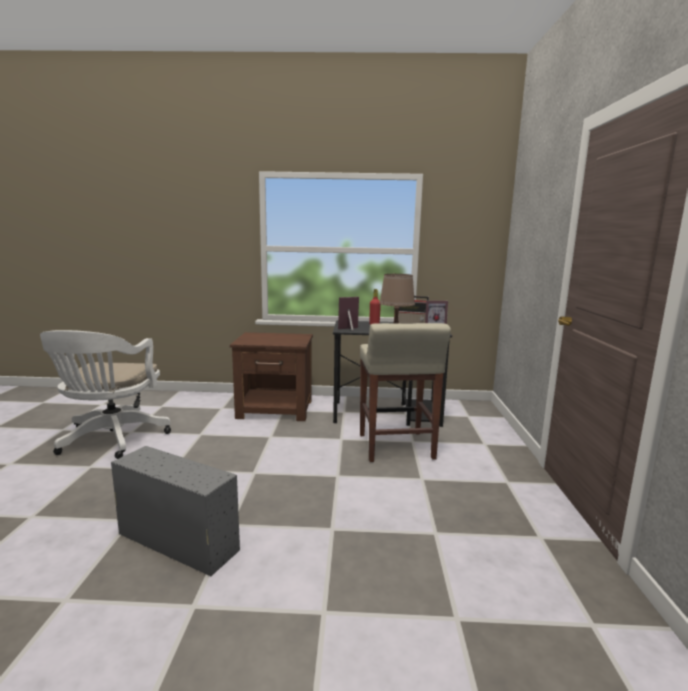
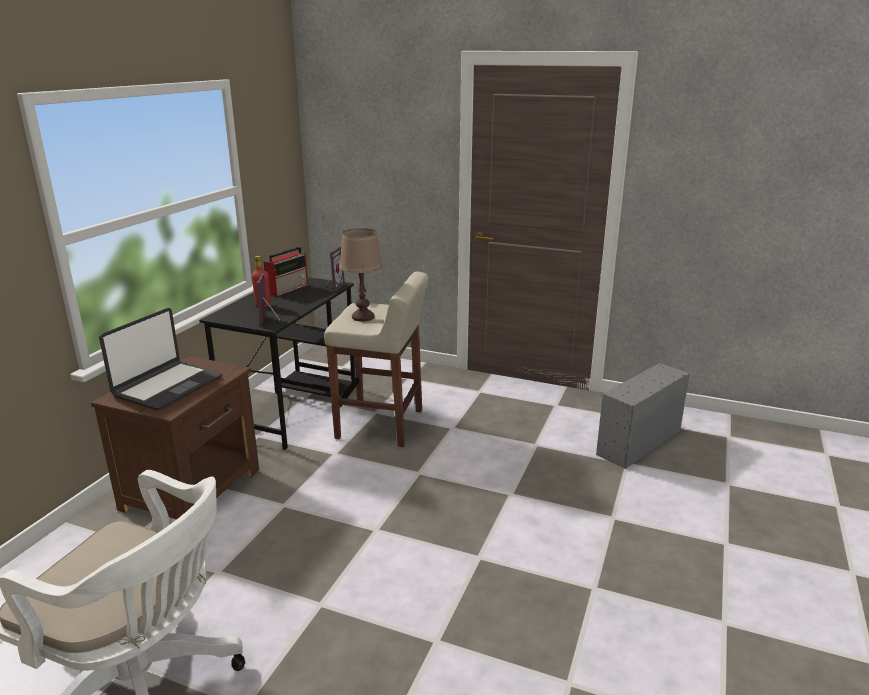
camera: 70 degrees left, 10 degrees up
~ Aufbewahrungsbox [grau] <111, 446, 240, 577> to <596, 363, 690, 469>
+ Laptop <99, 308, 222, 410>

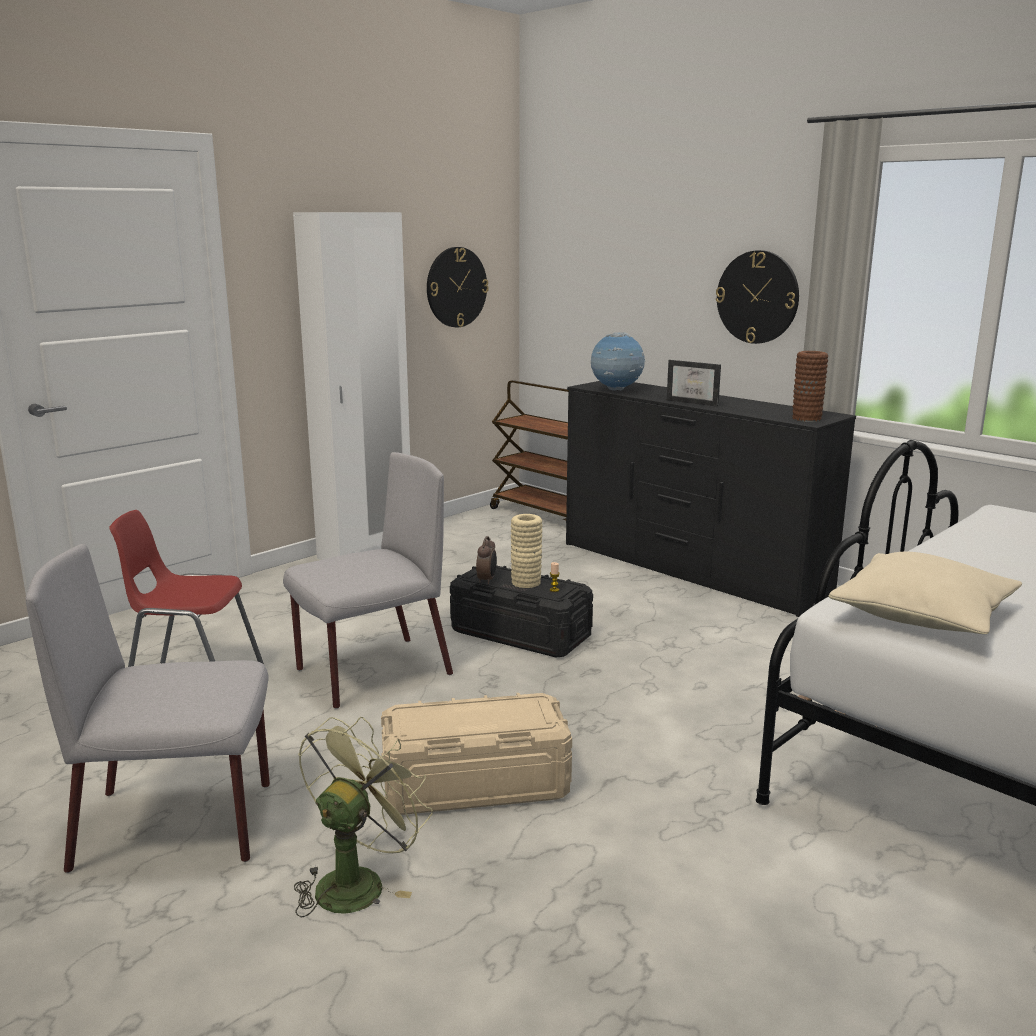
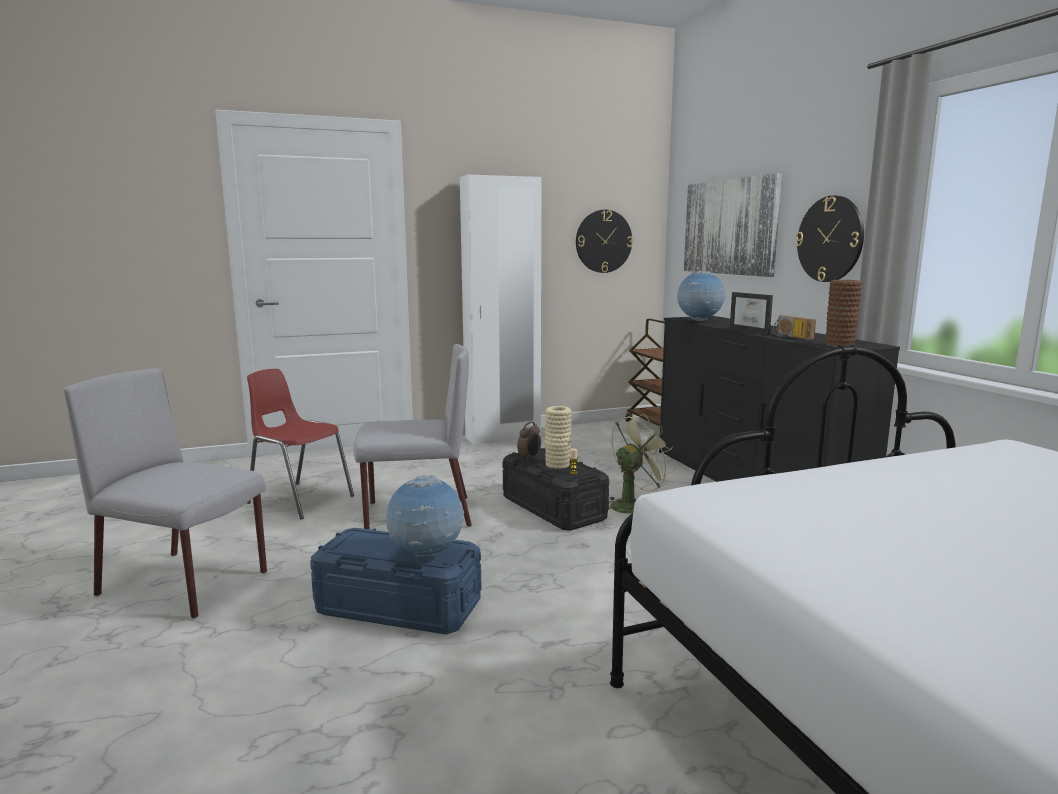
camera: 25 degrees right, 5 degrees down
~ Ventilator [grün] <294, 717, 433, 917> to <608, 414, 675, 513>
~ Aufbewahrungsbox [beige] <381, 693, 572, 815> to Aufbewahrungsbox [blau] <310, 528, 481, 634>
- Kissen [beige] <829, 552, 1022, 634>
+ Globus <386, 475, 464, 557>
+ Bild <684, 173, 782, 277>
+ Radio <773, 315, 816, 340>

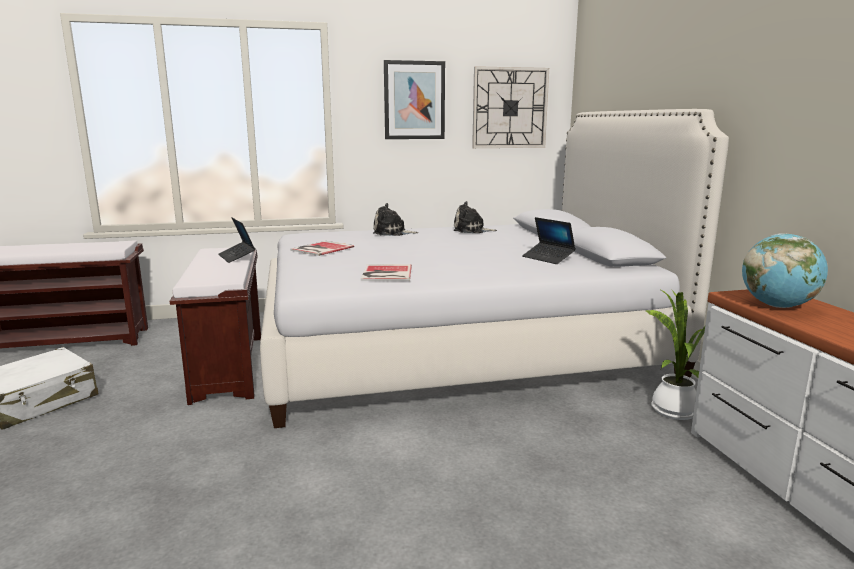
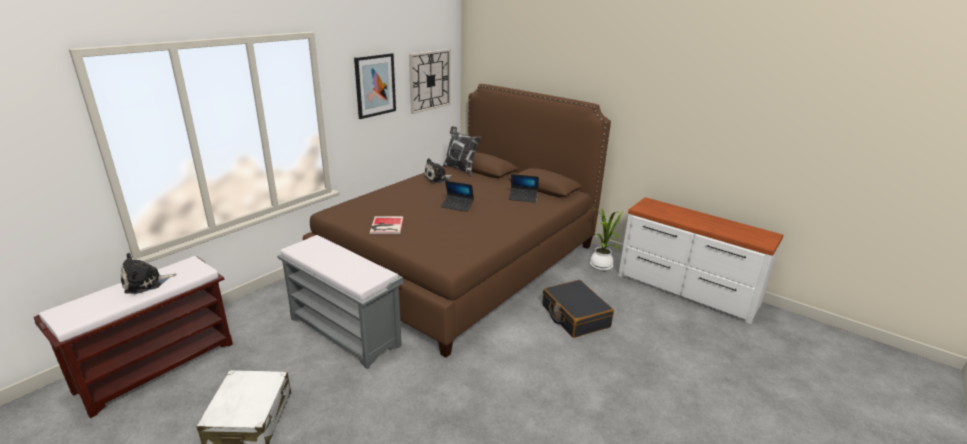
camera: 40 degrees left, 10 degrees up
~ Bank [braun] <170, 248, 261, 405> to Bank [grau] <277, 235, 403, 369>
~ Laptop <218, 217, 256, 263> to <441, 181, 474, 212>
~ Bett [weiß] <260, 109, 729, 428> to Bett [braun] <303, 84, 611, 358>
- Buch <361, 264, 412, 281>
~ Plüschtier <373, 203, 418, 236> to <121, 253, 176, 294>
- Globus <742, 233, 828, 308>
+ Kissen <443, 126, 481, 176>
+ Koffer [schwarz] <543, 280, 614, 338>

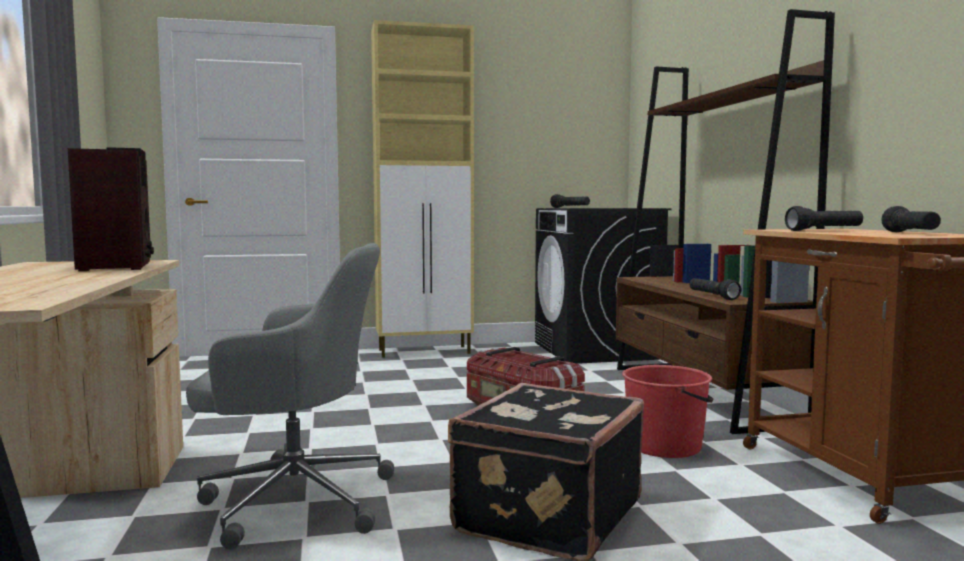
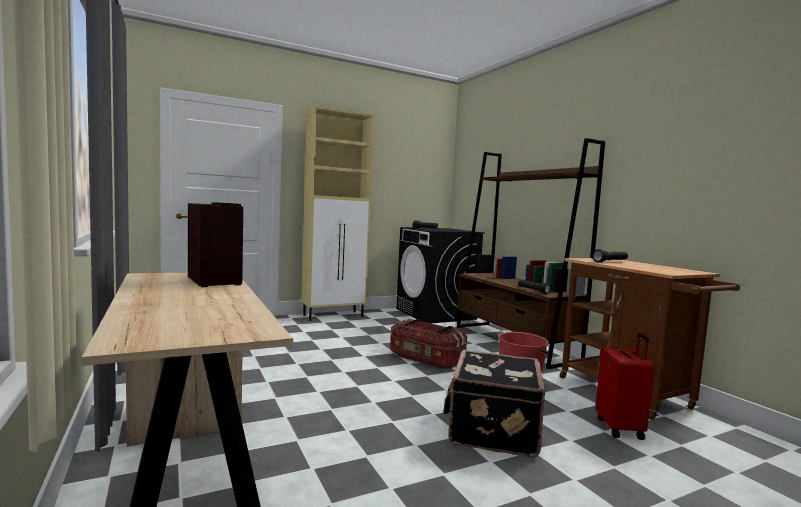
camera: 15 degrees left, 0 degrees up
- Bürostuhl [grau] <186, 243, 394, 549>
- Taschenlampe [schwarz] <881, 206, 941, 232>
+ Koffer [rot] <595, 333, 654, 440>

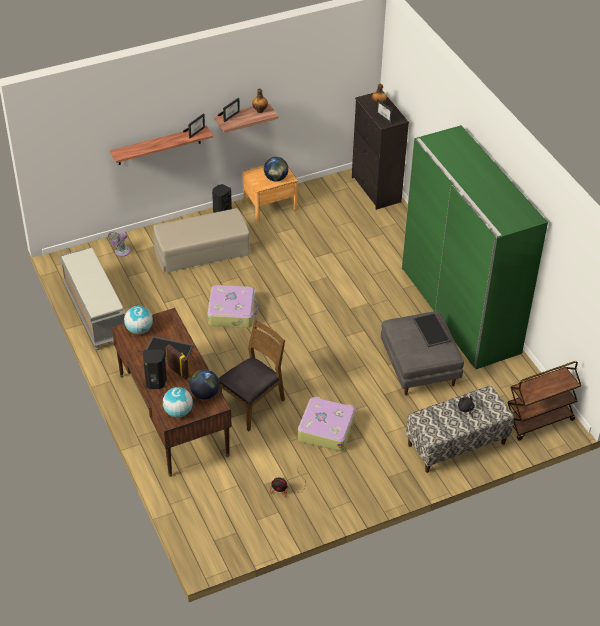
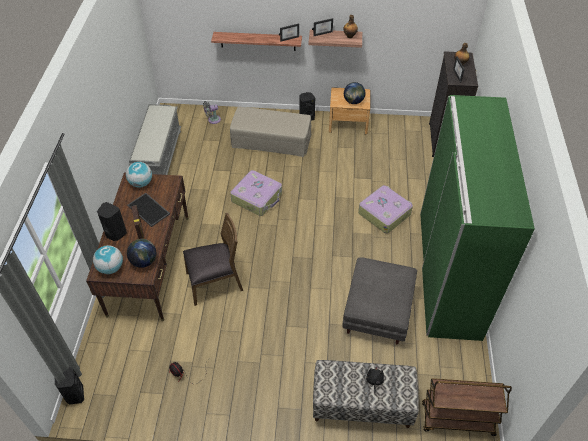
camera: 30 degrees right, 5 degrees up
~ Koffer <298, 397, 356, 451> to <358, 185, 413, 233>
- Tablett <413, 313, 451, 347>
+ Lautsprecher [schwarz] <55, 367, 84, 404>

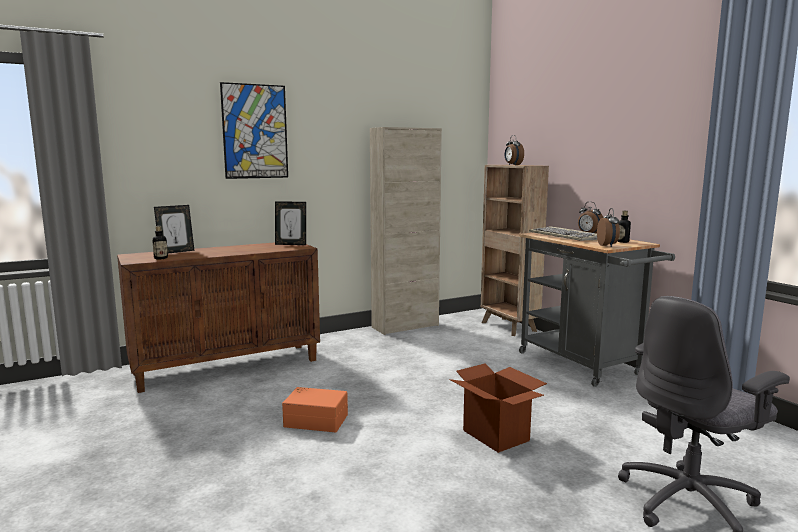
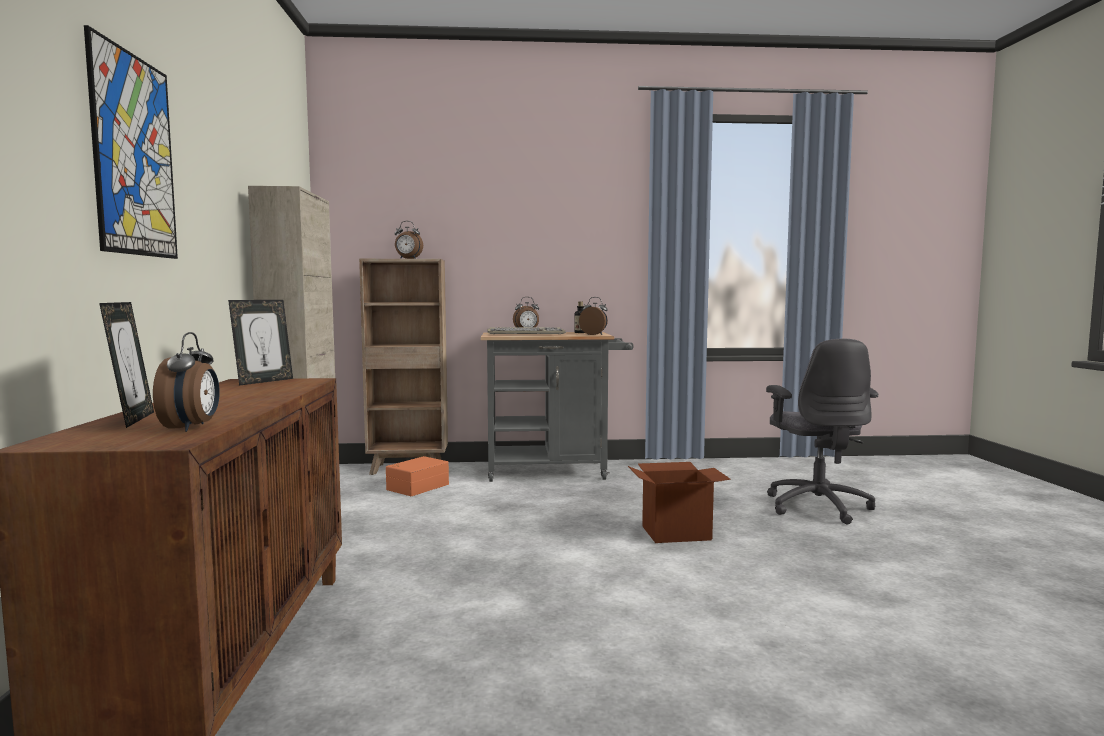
camera: 65 degrees left, 5 degrees down
~ Flasche <152, 226, 168, 259> to Wecker <153, 332, 220, 432>
~ Aufbewahrungsbox [orange] <282, 387, 348, 432> to <386, 456, 449, 496>

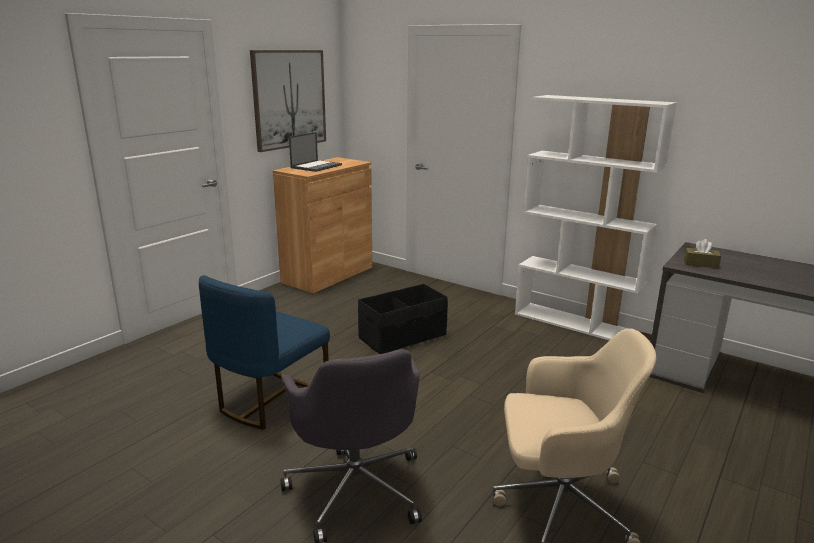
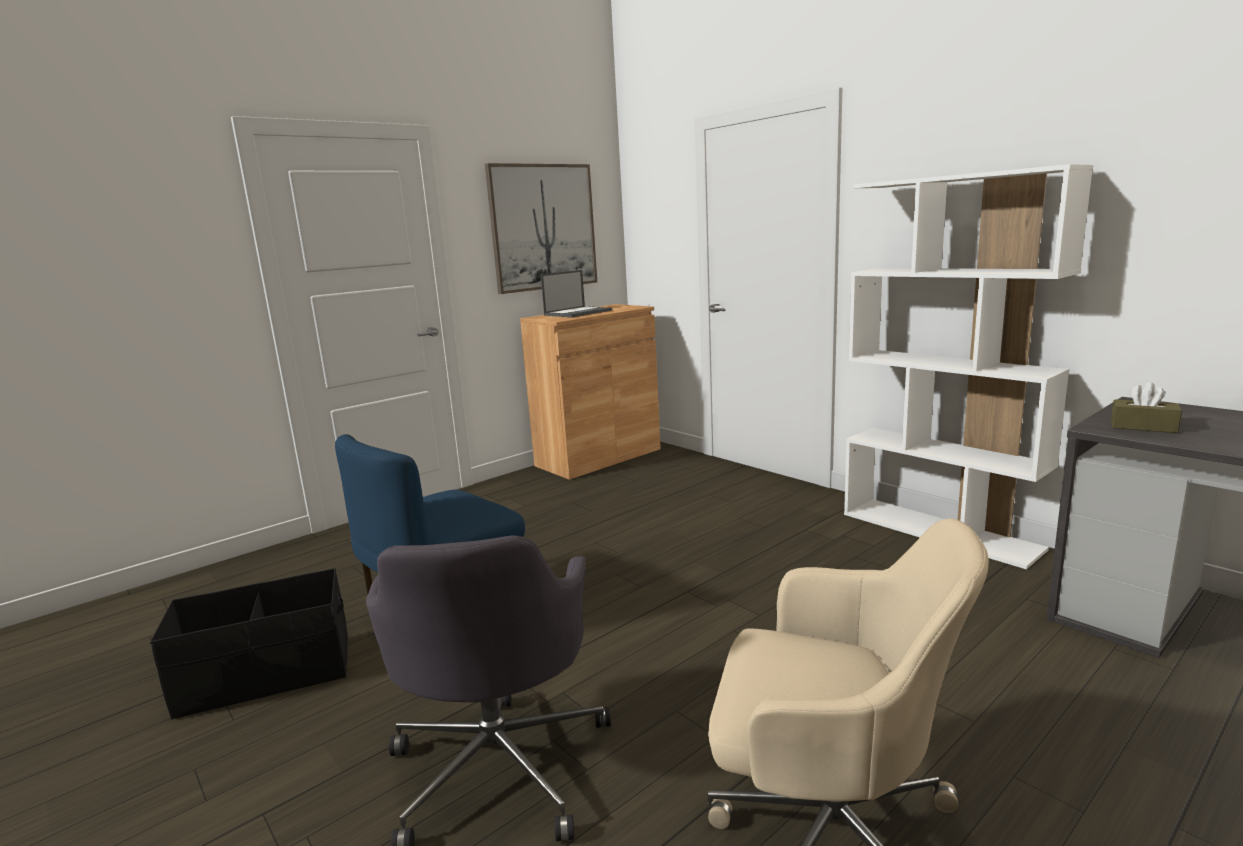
camera: 15 degrees right, 5 degrees down
~ Aufbewahrungsbox [schwarz] <358, 284, 448, 354> to <150, 568, 348, 719>

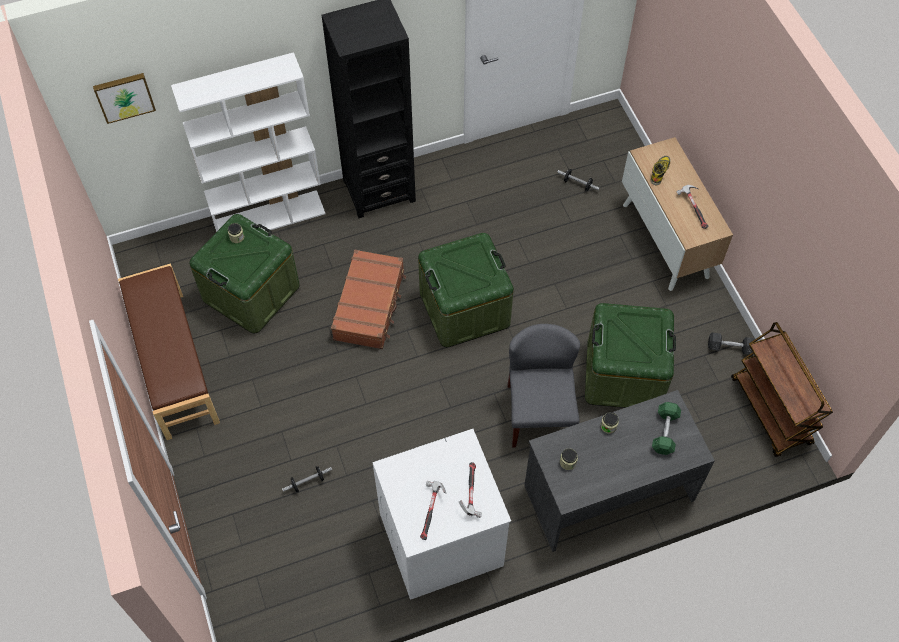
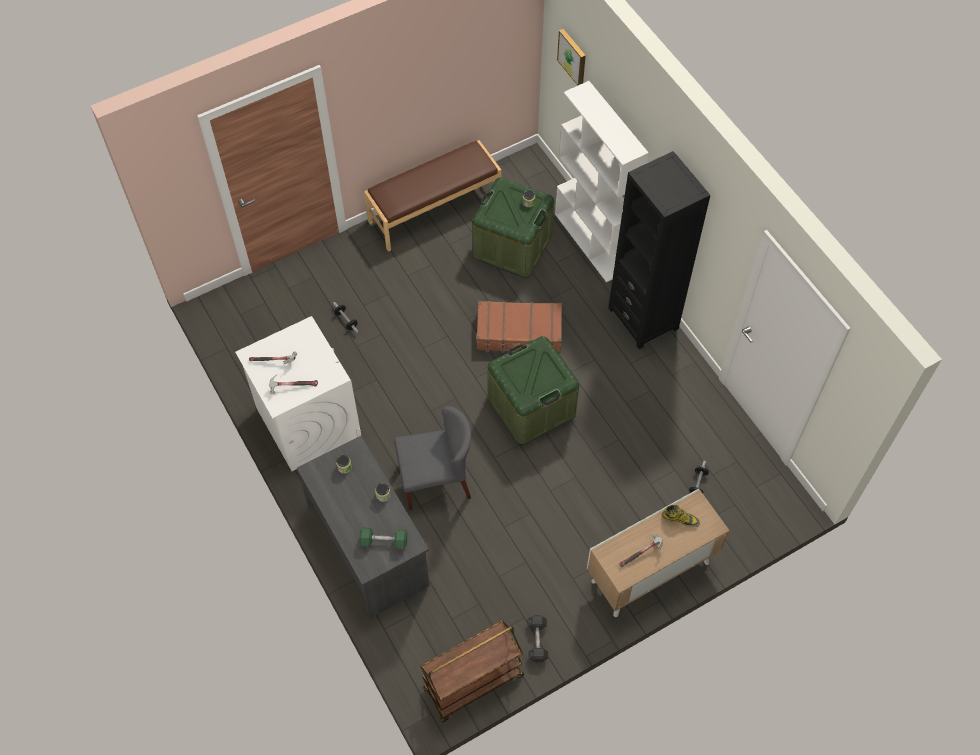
camera: 80 degrees right, 0 degrees up
- Aufbewahrungsbox [grün] <585, 303, 676, 408>

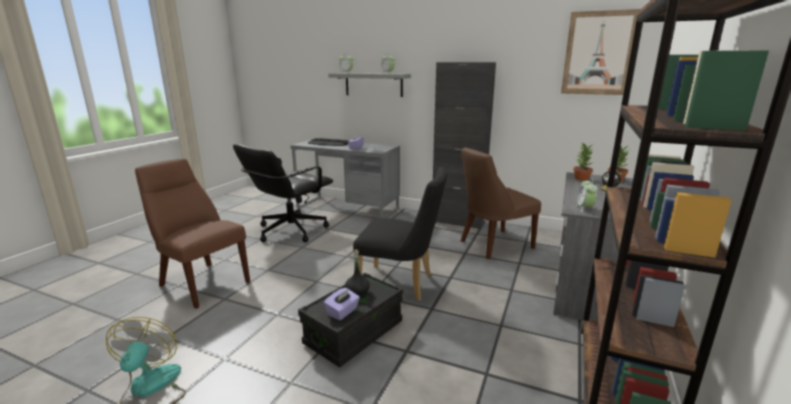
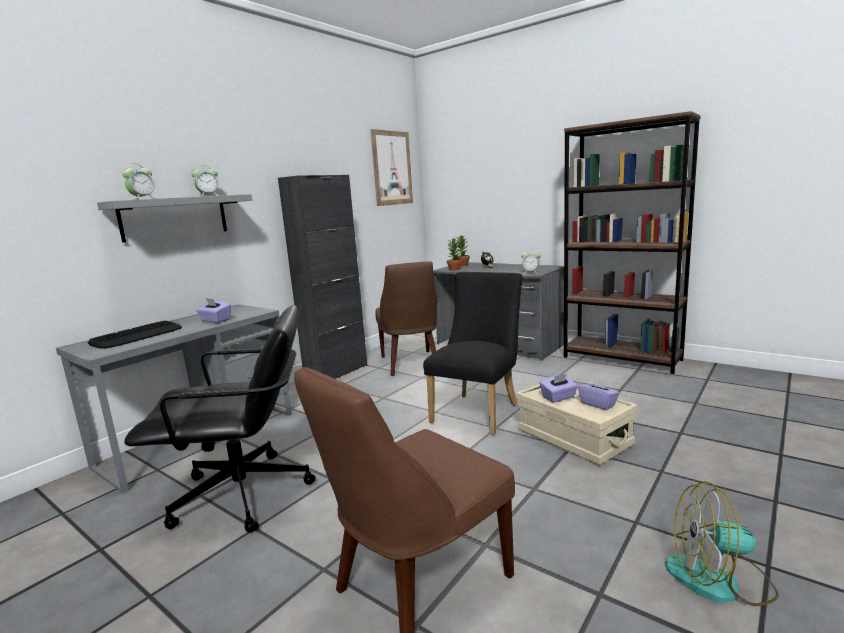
camera: 75 degrees left, 5 degrees down
~ Bürostuhl [schwarz] <233, 144, 333, 242> = <124, 305, 316, 533> 60 degrees counterclockwise
~ Aufbewahrungsbox [schwarz] <298, 273, 403, 367> to Aufbewahrungsbox [beige] <516, 384, 637, 465>
~ Flasche [schwarz] <345, 250, 370, 298> to Taschentuchbox [lila] <540, 374, 578, 403>

